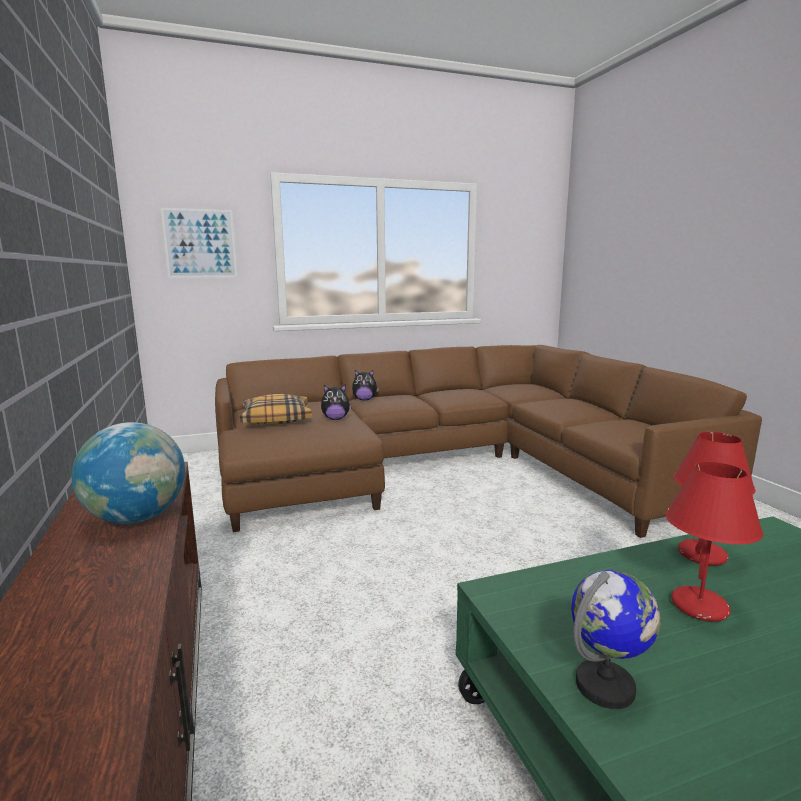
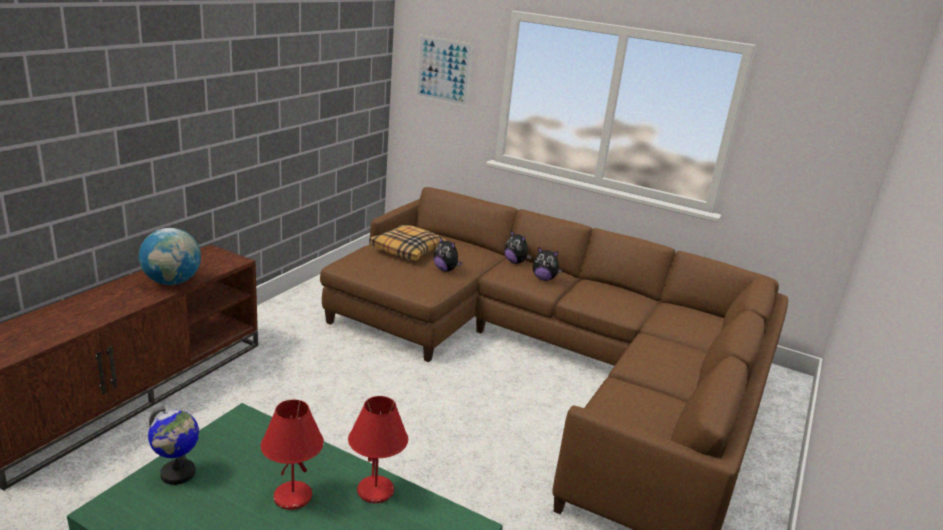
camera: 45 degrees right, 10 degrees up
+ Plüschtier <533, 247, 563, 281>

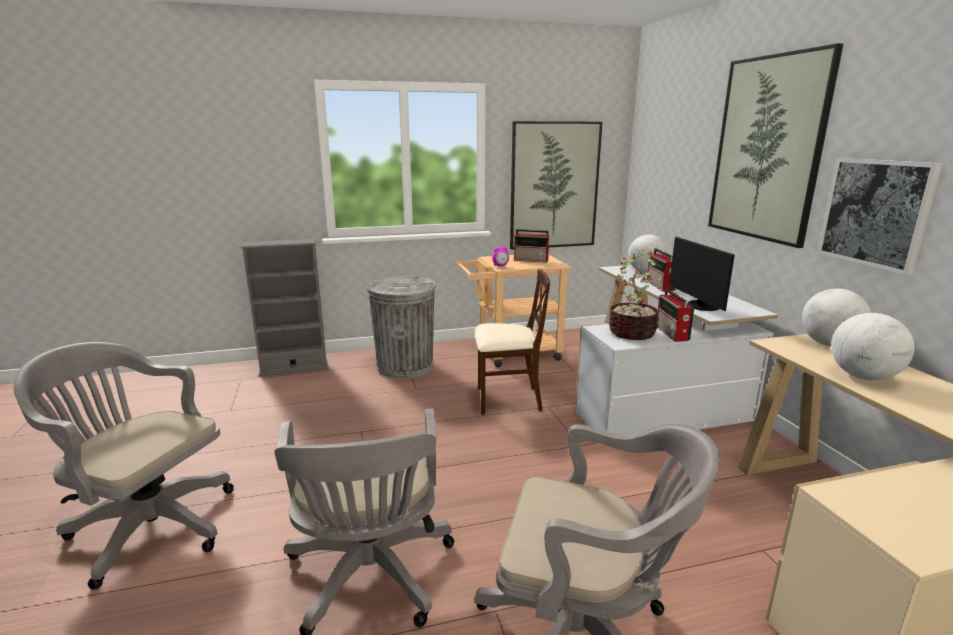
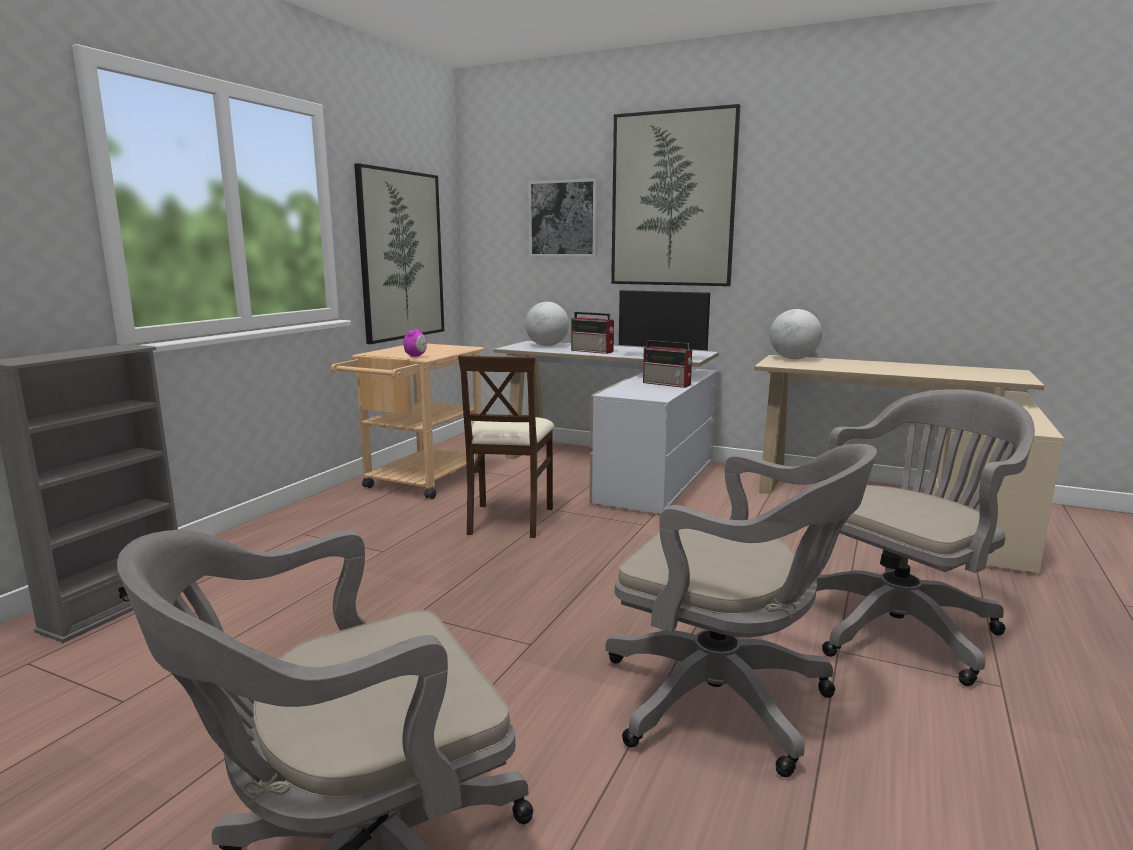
camera: 50 degrees left, 5 degrees down
- Mülleimer [grau] <367, 276, 436, 379>
~ Stuhl [beige] <475, 269, 550, 415> = <458, 355, 555, 538> 150 degrees clockwise
- Radio <514, 229, 550, 263>
- Topfpflanze <609, 251, 659, 340>
~ Bild <817, 158, 943, 275> to <528, 178, 598, 257>
- Globus <831, 313, 914, 380>

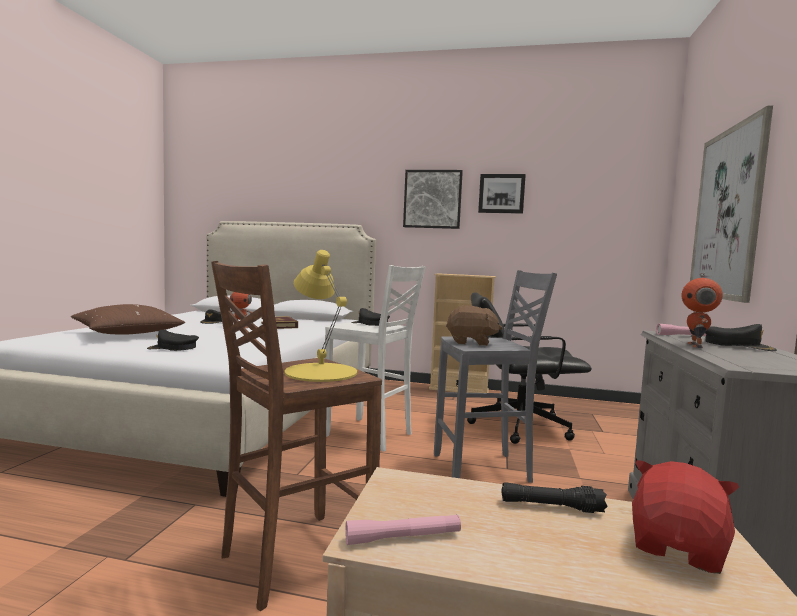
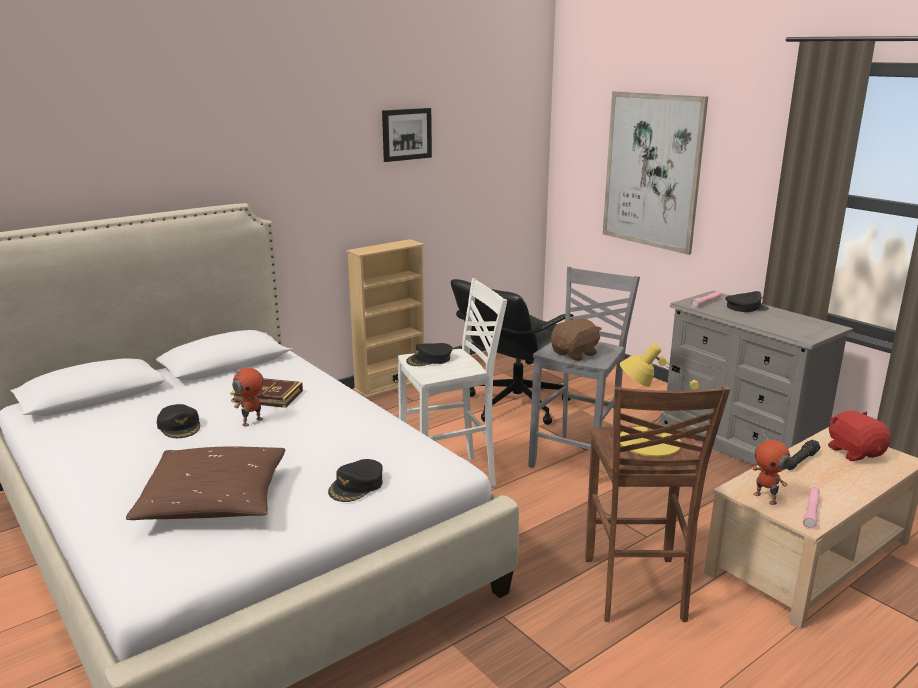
camera: 50 degrees left, 15 degrees up
- Bild <403, 170, 463, 229>
~ Spielzeugroboter <682, 272, 723, 348> to <752, 430, 791, 505>

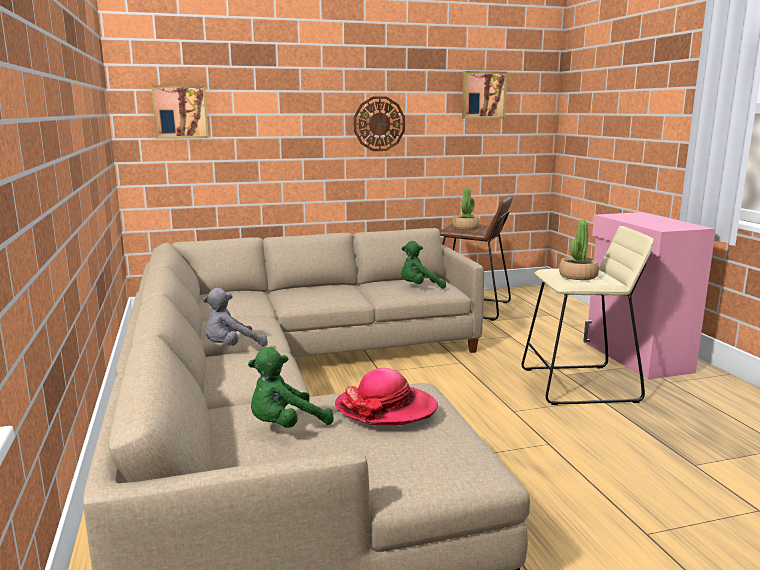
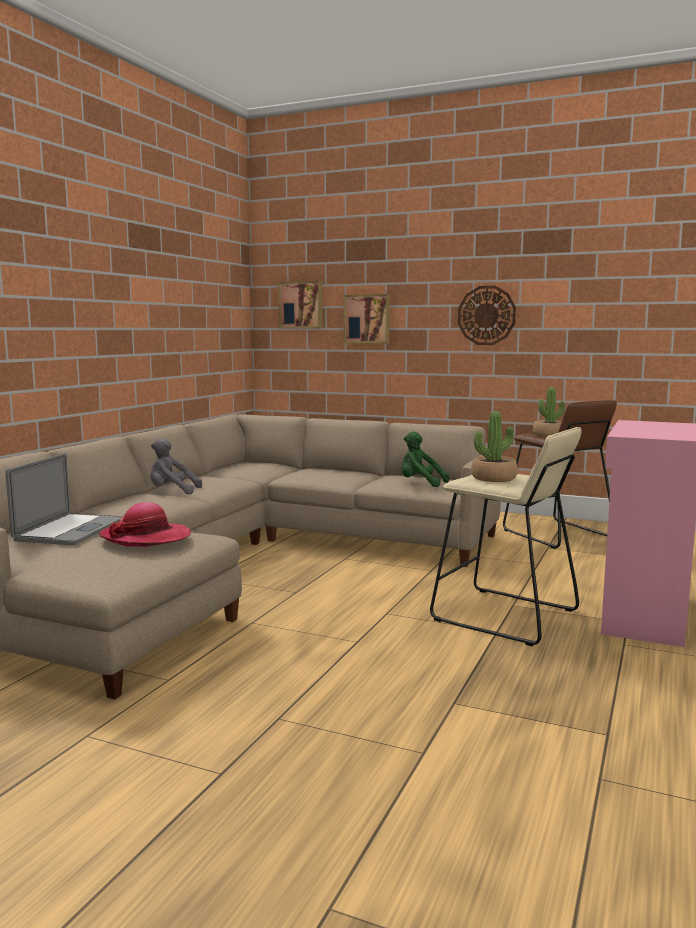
camera: 40 degrees right, 5 degrees down
~ Plüschtier [grün] <248, 347, 334, 428> to Laptop <6, 453, 122, 545>
~ Bild <462, 71, 507, 118> to <343, 294, 390, 343>

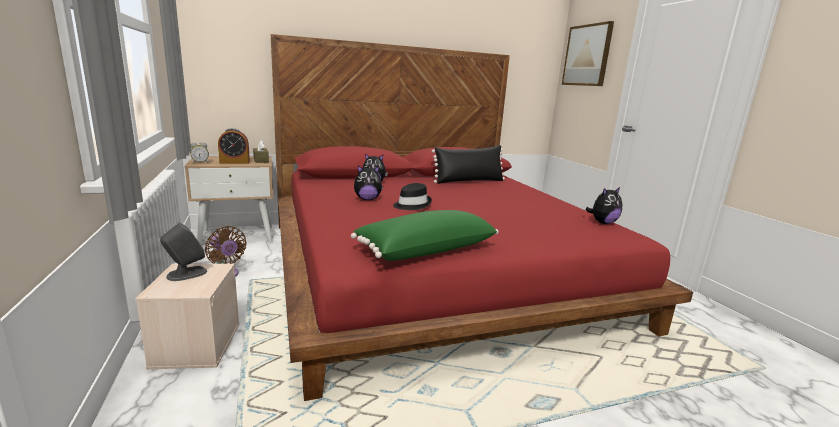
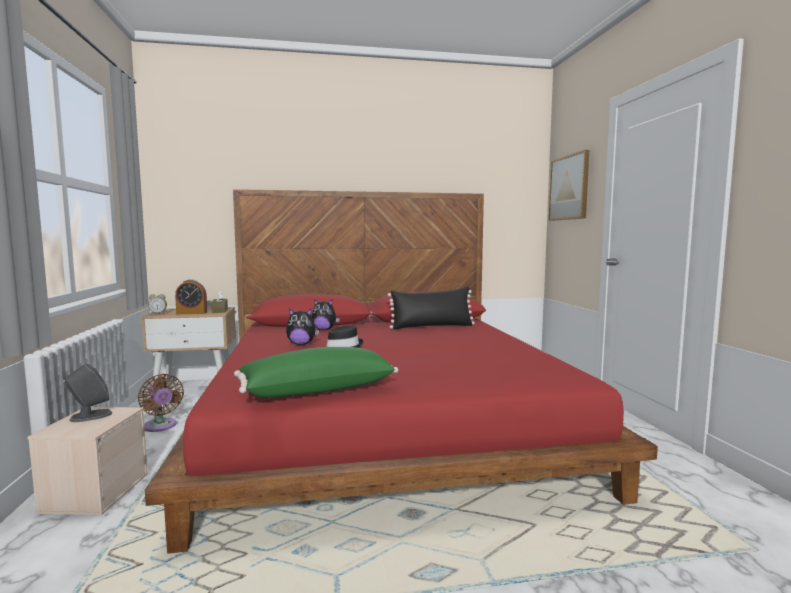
camera: 10 degrees right, 10 degrees down
- Plüschtier <585, 187, 622, 224>

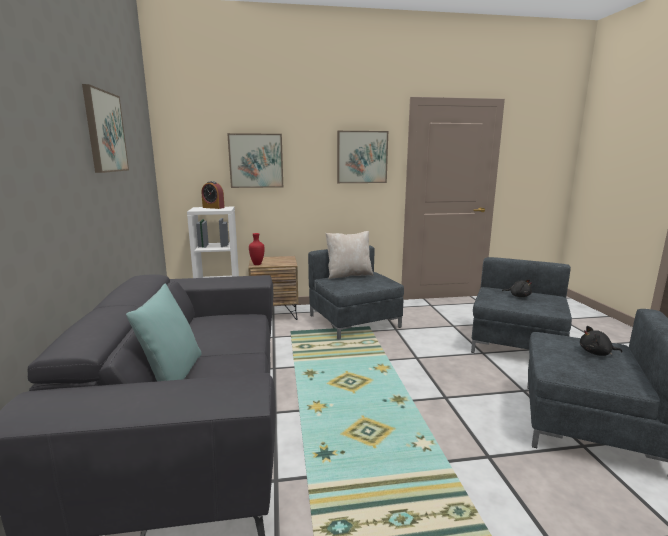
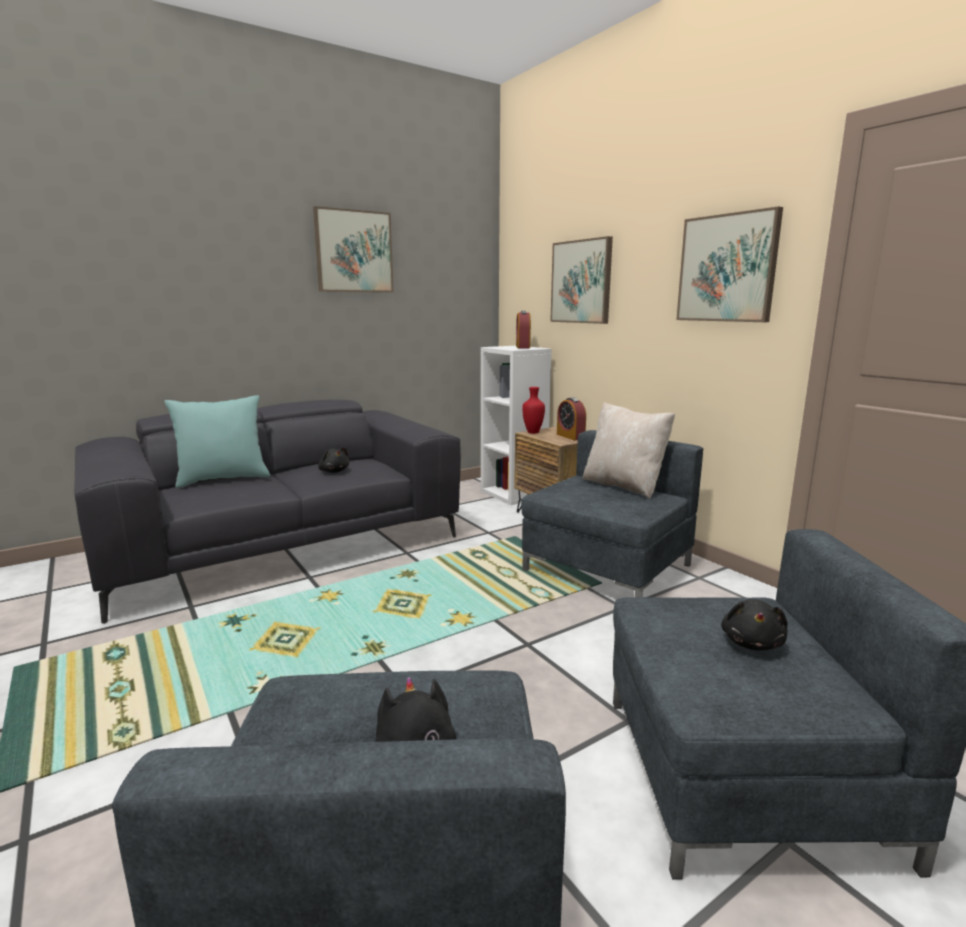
camera: 65 degrees right, 0 degrees up
+ Plüschtier [schwarz] <318, 447, 349, 473>
+ Wecker <557, 398, 586, 440>

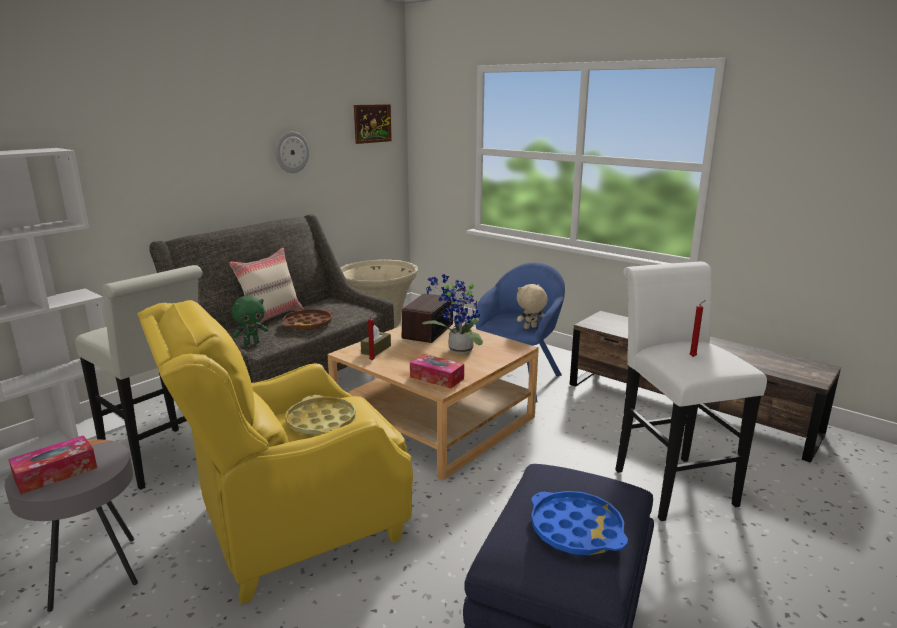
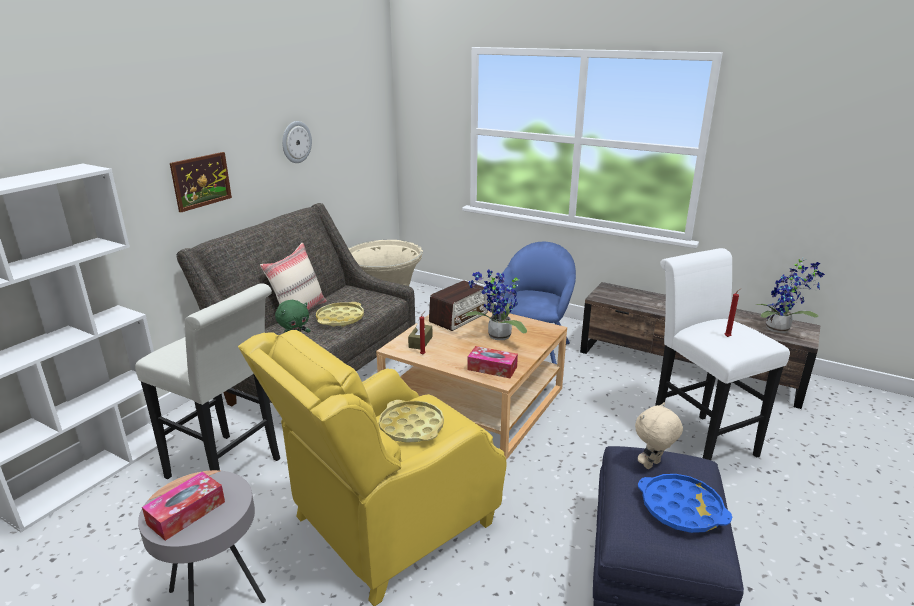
camera: 10 degrees left, 5 degrees up
~ Tablett [braun] <281, 309, 332, 331> to Tablett [gelb] <316, 302, 364, 327>
~ Bild <354, 104, 392, 144> to <170, 152, 232, 212>
~ Radio <402, 293, 453, 343> = <429, 280, 488, 331> 150 degrees counterclockwise
~ Plüschtier [beige] <517, 284, 548, 329> to <635, 402, 683, 469>
+ Topfpflanze <756, 258, 825, 333>

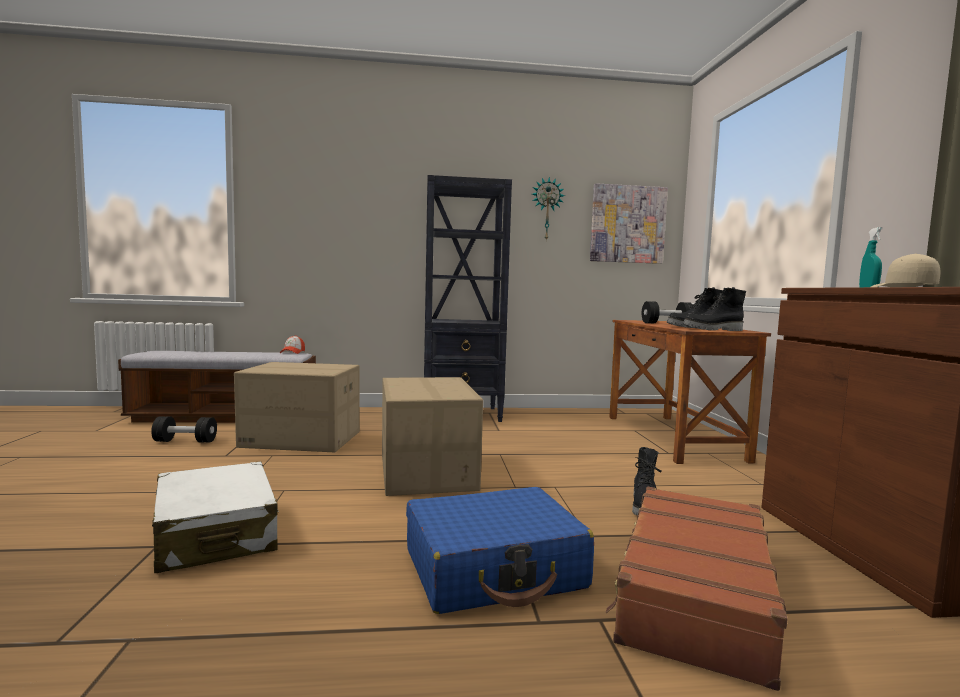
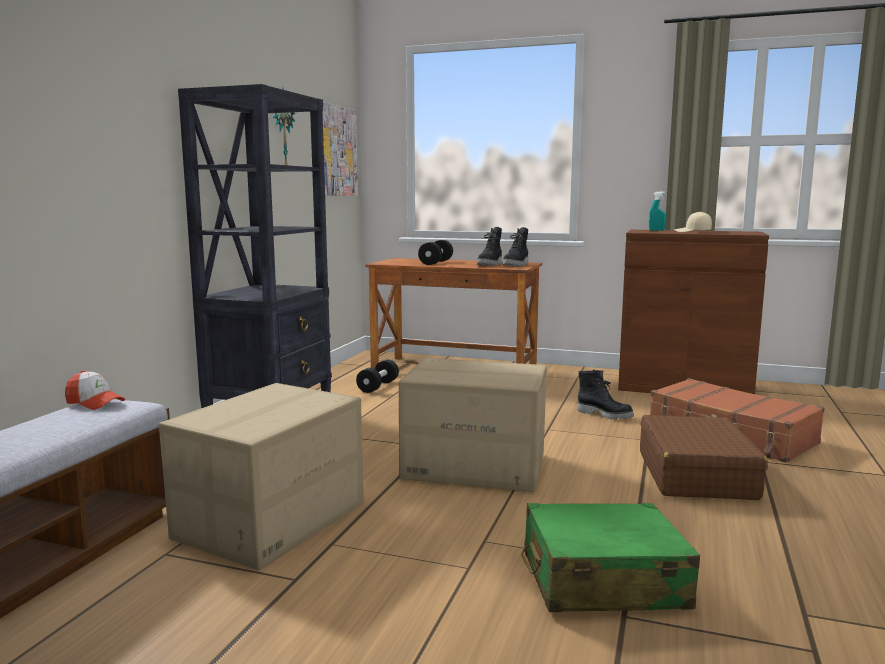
camera: 65 degrees left, 5 degrees up
~ Hantel [schwarz] <151, 416, 217, 442> to <356, 359, 399, 393>
~ Koffer [weiß] <152, 461, 279, 574> to Koffer [grün] <521, 503, 700, 612>
~ Koffer [blau] <406, 487, 594, 614> to Koffer [braun] <640, 415, 768, 500>

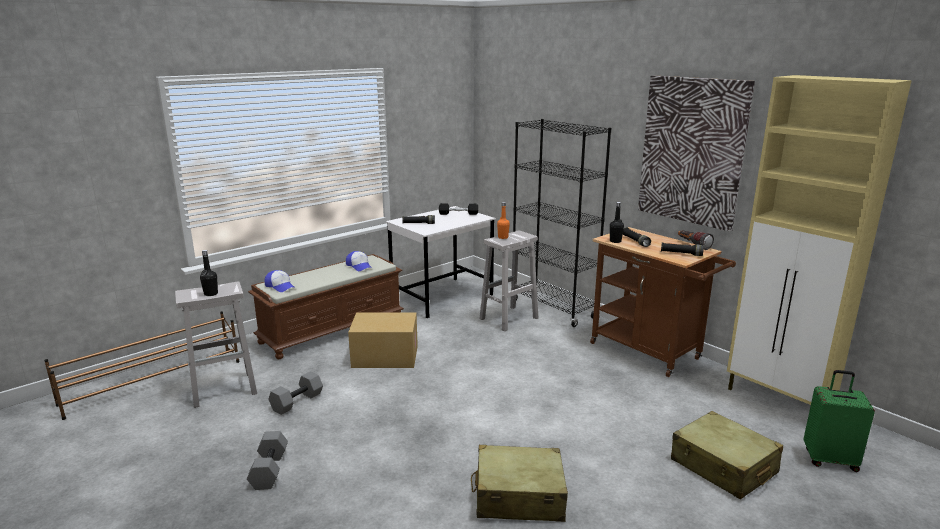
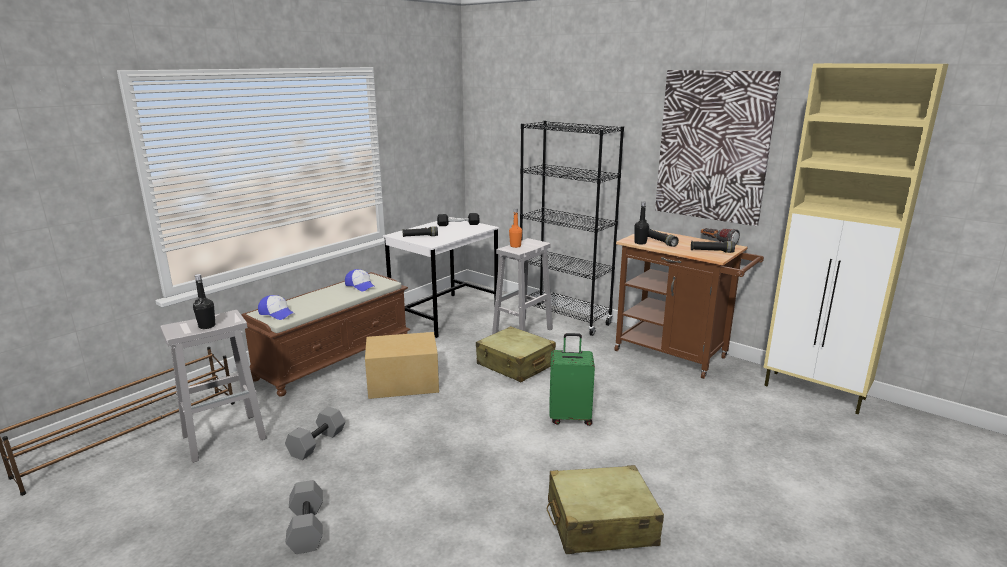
camera: 10 degrees left, 0 degrees up
~ Koffer [beige] <671, 411, 783, 499> to <476, 326, 556, 382>
~ Koffer [grün] <804, 370, 875, 472> to <550, 333, 595, 426>

